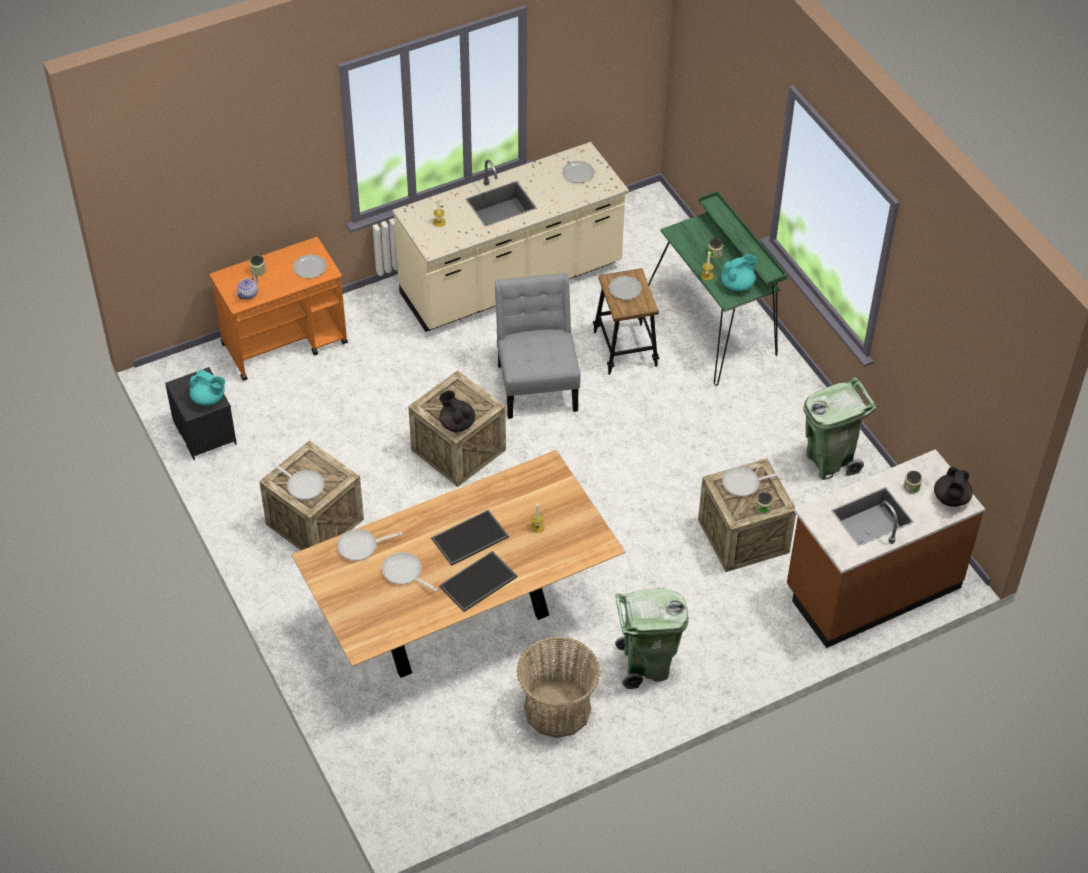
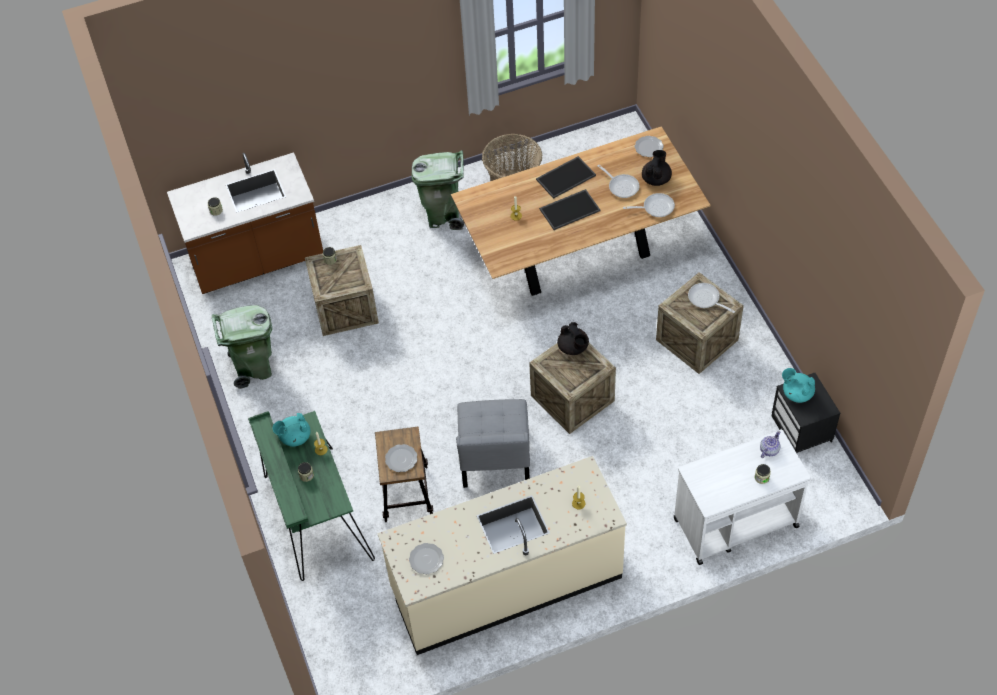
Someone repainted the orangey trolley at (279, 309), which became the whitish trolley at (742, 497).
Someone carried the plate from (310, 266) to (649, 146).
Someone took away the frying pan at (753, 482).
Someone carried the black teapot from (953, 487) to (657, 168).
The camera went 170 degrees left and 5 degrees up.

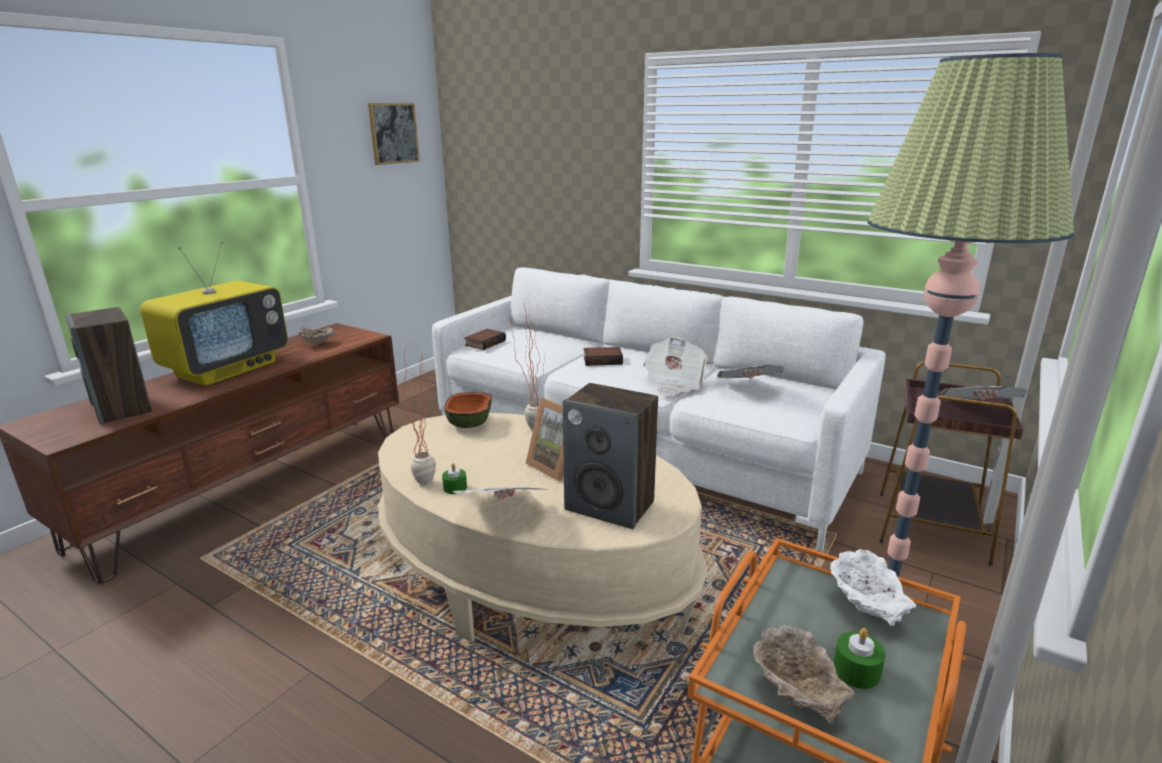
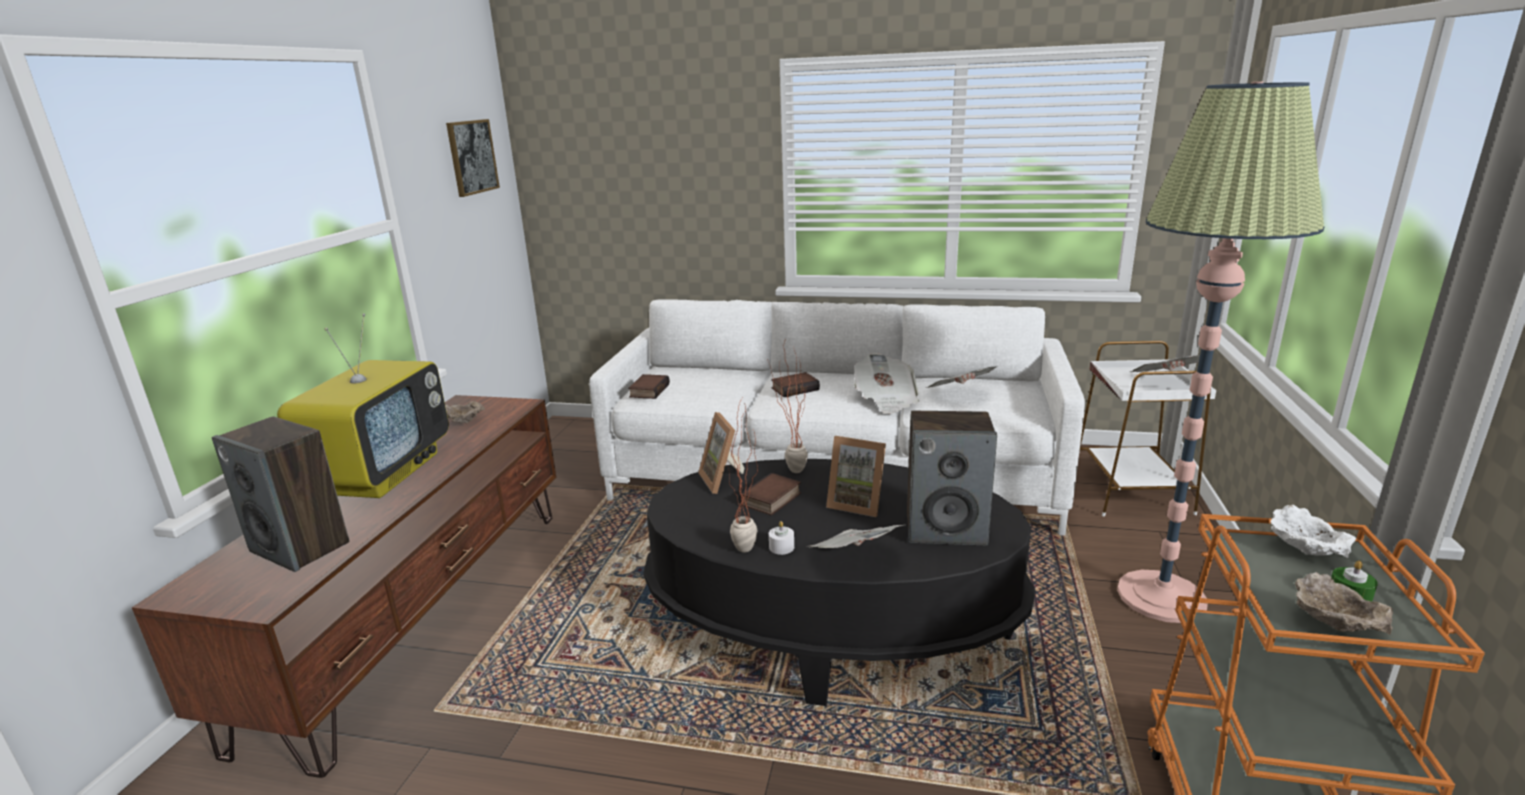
Someone repainted the sand-coloured lounge table at (543, 527), which became the black lounge table at (839, 582).
Someone repainted the green-coloured wax light at (454, 478), which became the whitish wax light at (781, 538).
Someone swapped the deep dish at (468, 410) for the photo frame at (721, 453).
Someone repainted the brownish side table at (951, 463), which became the whitish side table at (1147, 428).
Someone put down the bound book at (770, 494).
The camera went 20 degrees left and 0 degrees up.

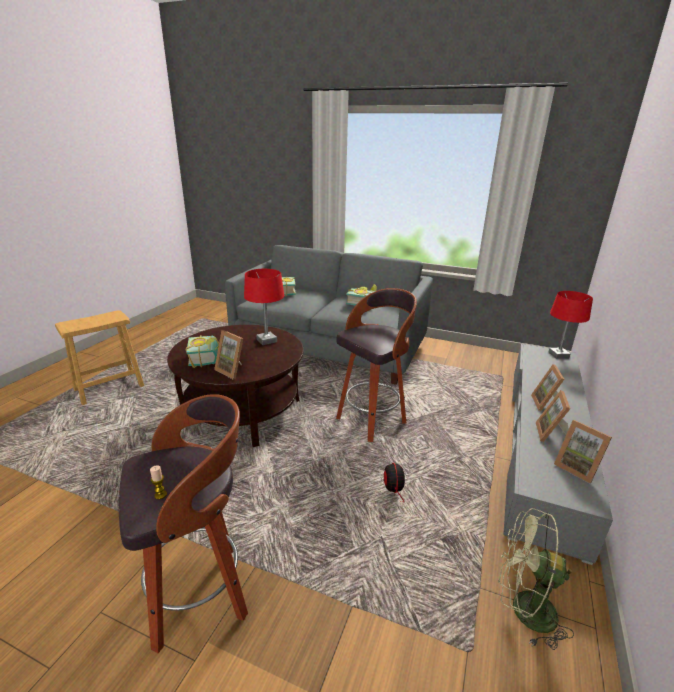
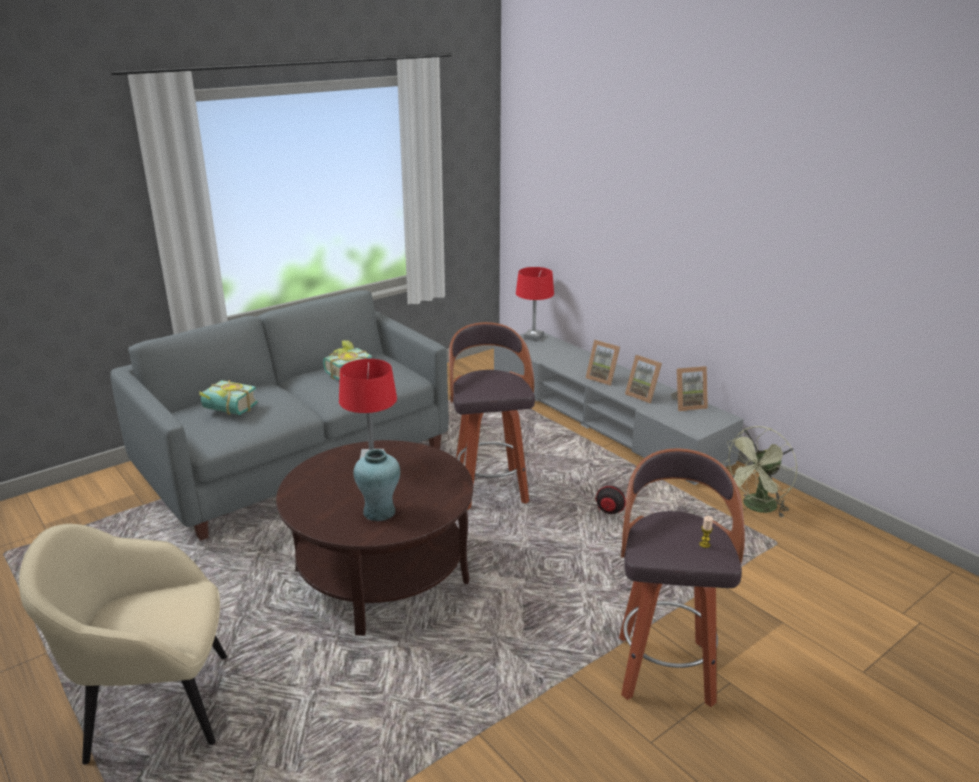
Someone swapped the brownish sitting stool at (99, 357) for the sand-coloured armchair at (123, 644).
Someone swapped the bound book at (202, 351) for the turquoise decorative vase at (376, 485).
Someone took away the photo frame at (228, 354).
The camera went 60 degrees left and 0 degrees up.

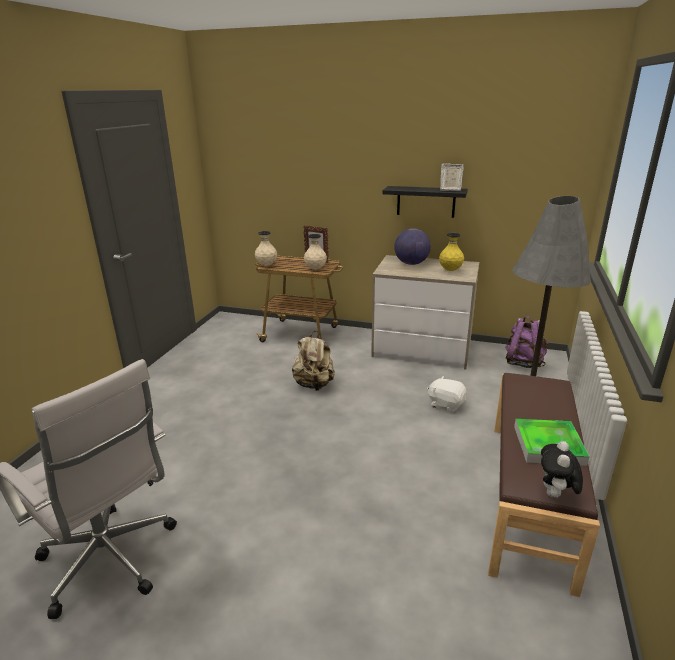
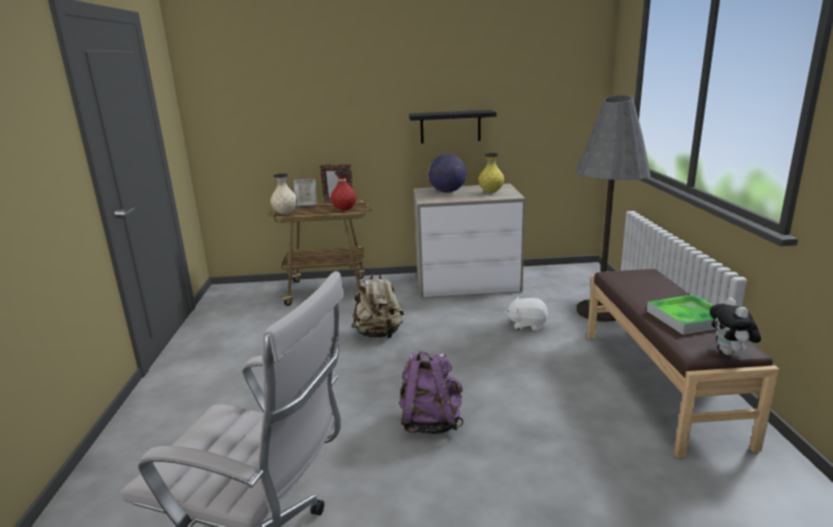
Someone repainted the sand-coloured decorative vase at (315, 252), which became the red-coloured decorative vase at (344, 190).
Someone carried the photo frame from (452, 177) to (304, 193).
Someone carried the purple-coloured knapsack from (526, 342) to (431, 392).
The camera went 20 degrees left and 5 degrees down.

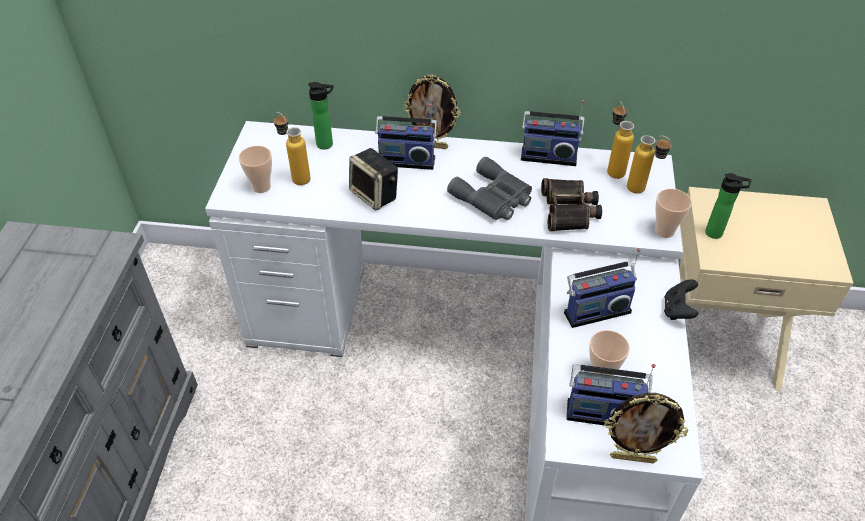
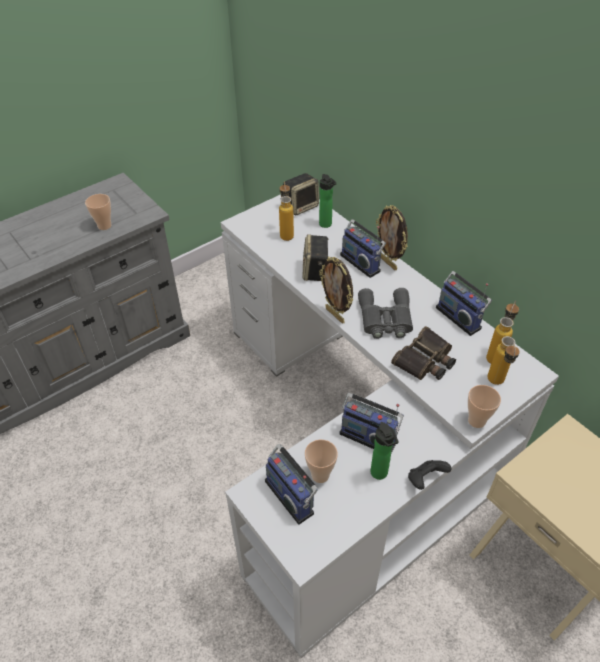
Someone carried the small cup from (255, 169) to (98, 212).
Someone carried the photo frame from (646, 428) to (336, 290).
Someone carried the drink bottle from (728, 206) to (384, 451).
Someone put down the speaker at (301, 194).
The camera went 45 degrees right and 0 degrees up.

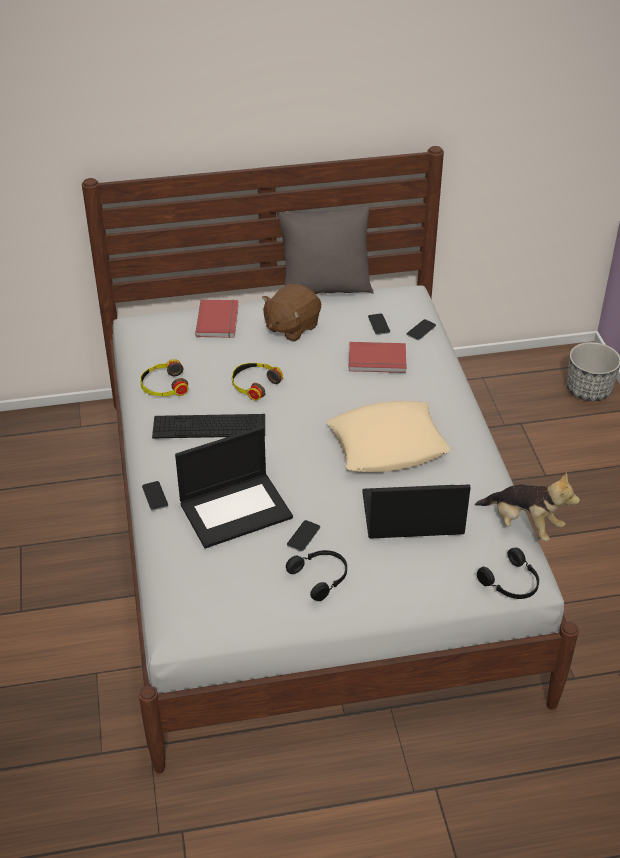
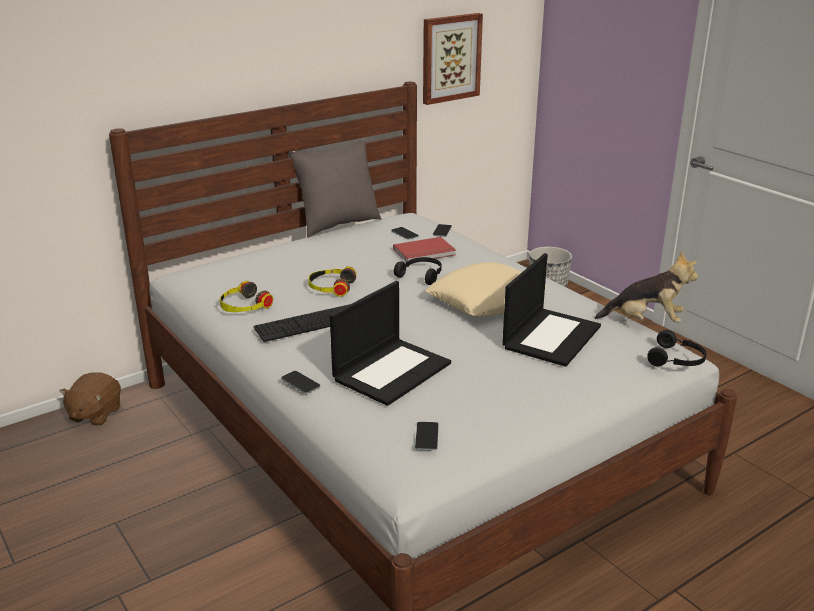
Someone took away the red-coloured bound book at (217, 319).
Someone carried the brownish soft toy from (291, 313) to (90, 399).
Someone carried the black headset from (316, 575) to (418, 271).
Someone carried the phone from (303, 536) to (427, 436).
Someone rotated the laptop at (416, 511) by 150 degrees clockwise.
Someone put up the picture at (453, 59).
The camera went 25 degrees left and 15 degrees down.

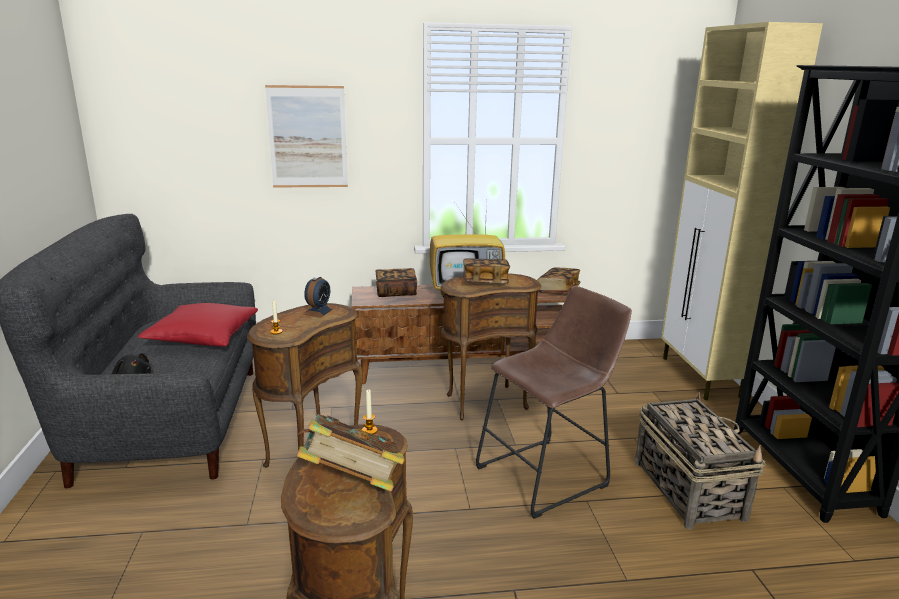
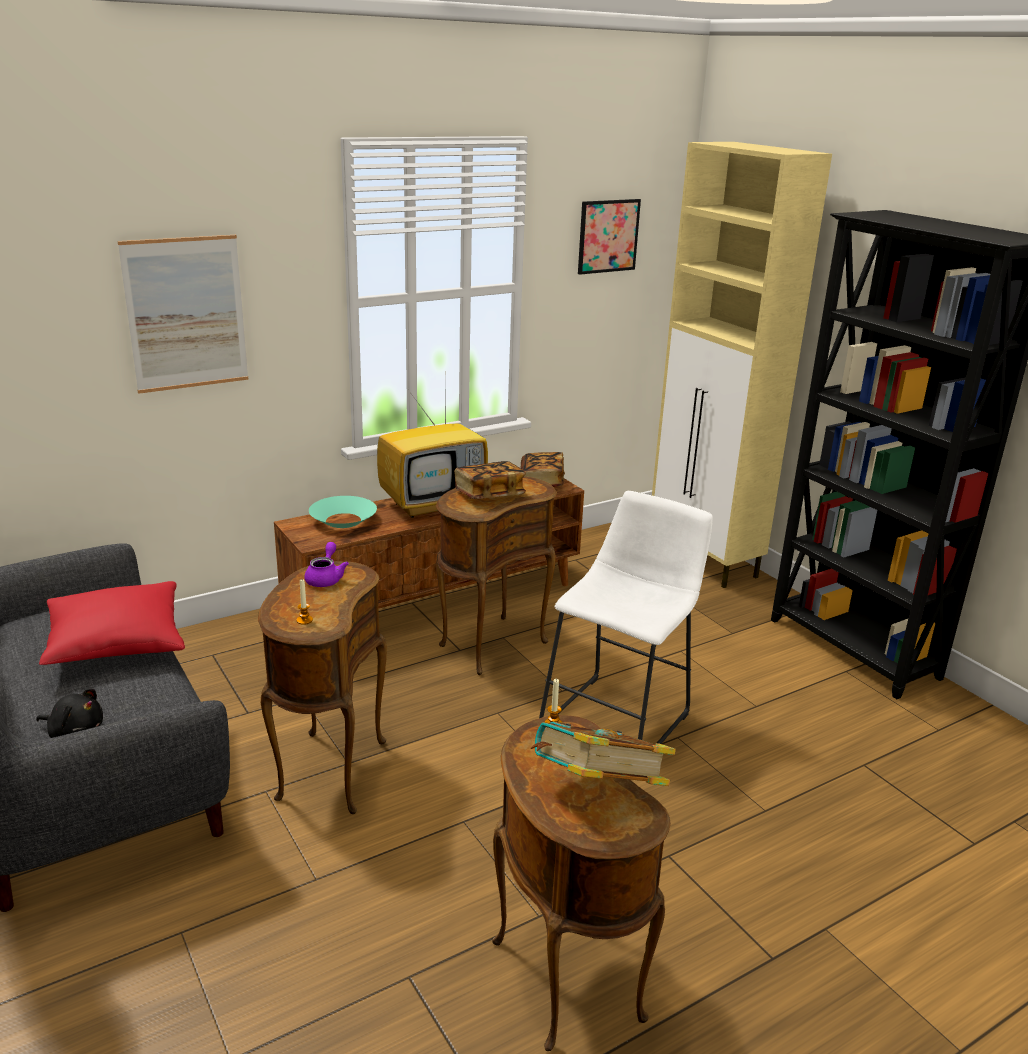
Someone swapped the table clock at (318, 297) for the purple-coloured teapot at (326, 564).
Someone swapped the bound book at (396, 282) for the turquoise deep dish at (343, 512).
Someone repainted the brownish sitting stool at (554, 402), which became the whitish sitting stool at (626, 617).
Someone took away the storage basket at (700, 460).
Someone put up the picture at (609, 237).
The camera went 25 degrees left and 5 degrees up.

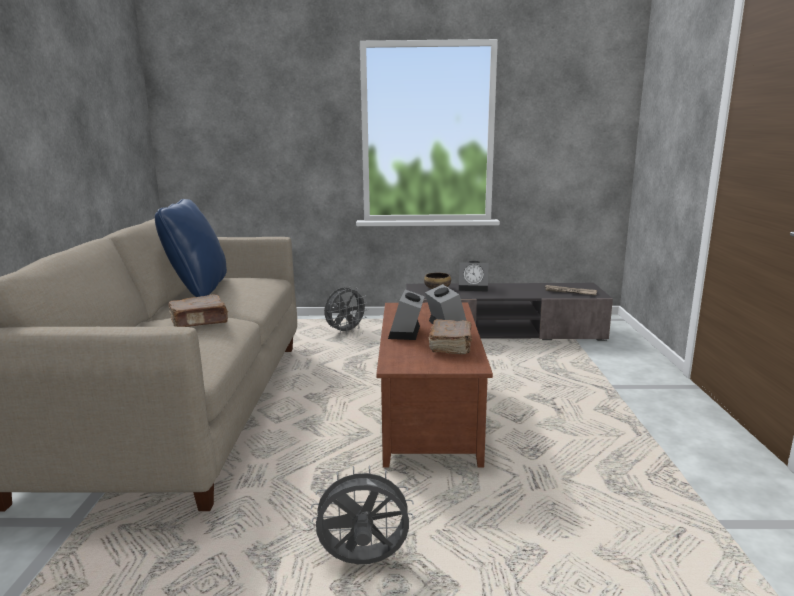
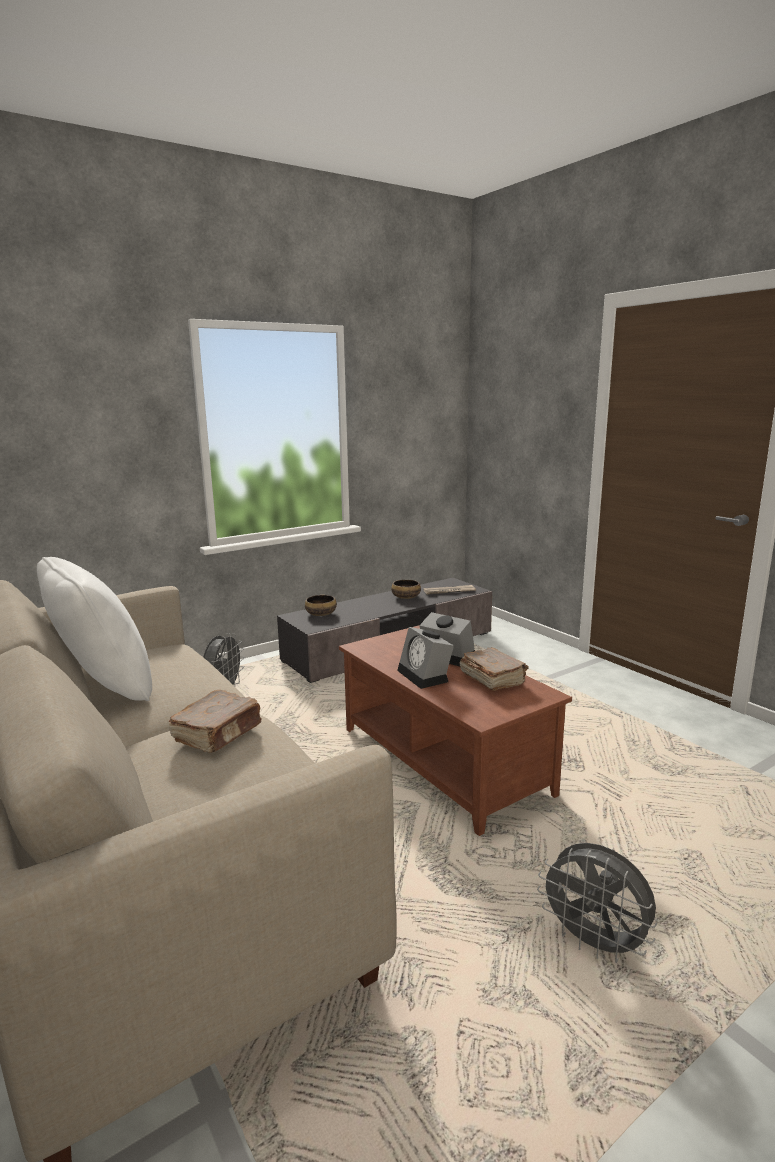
Someone repainted the bluish cushion at (191, 248), which became the whitish cushion at (94, 629).
Someone rotated the greyish cooling fan at (362, 514) by 105 degrees counterclockwise.
Someone took away the table clock at (474, 276).
Someone put down the deep dish at (406, 589).
The camera went 35 degrees left and 0 degrees up.

